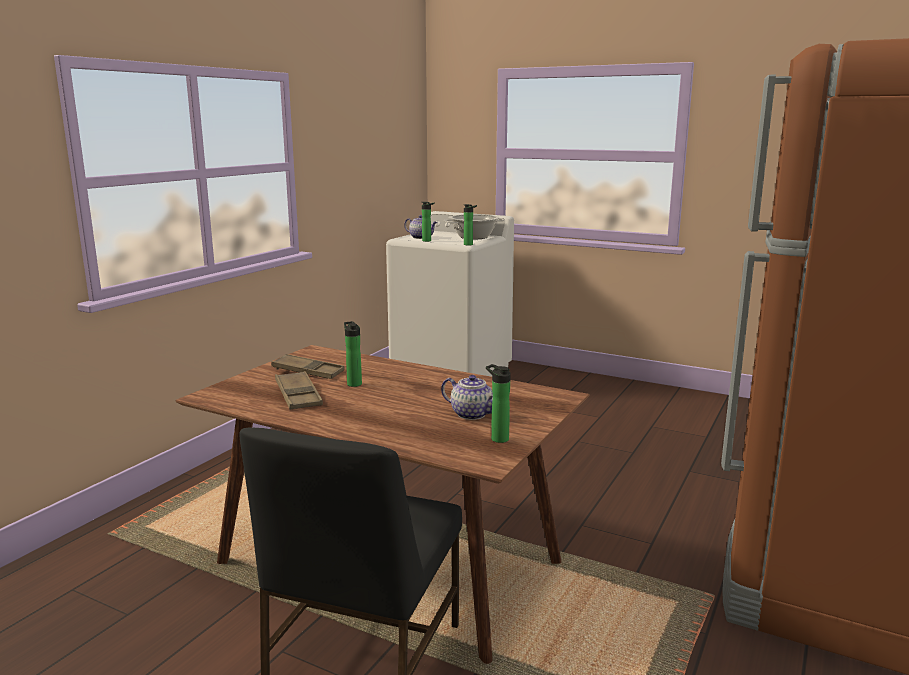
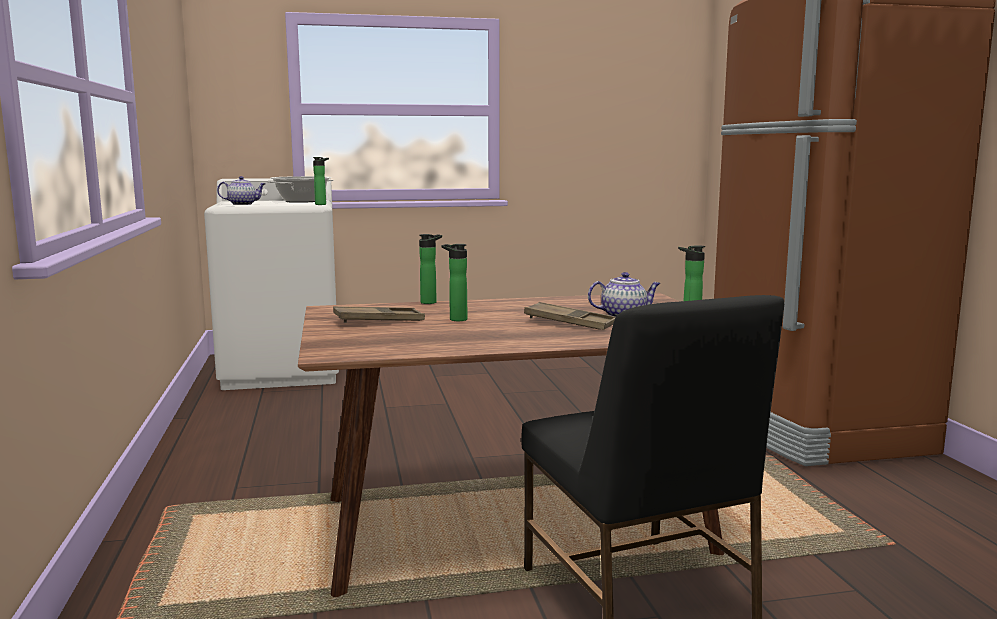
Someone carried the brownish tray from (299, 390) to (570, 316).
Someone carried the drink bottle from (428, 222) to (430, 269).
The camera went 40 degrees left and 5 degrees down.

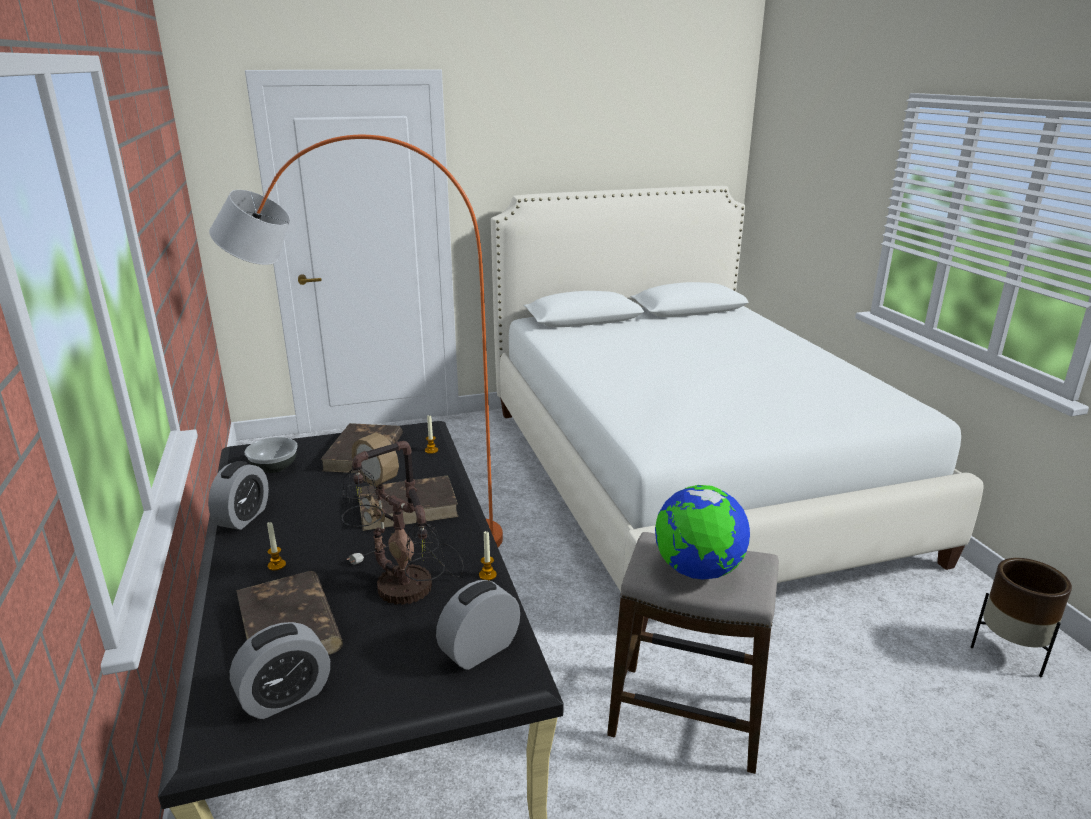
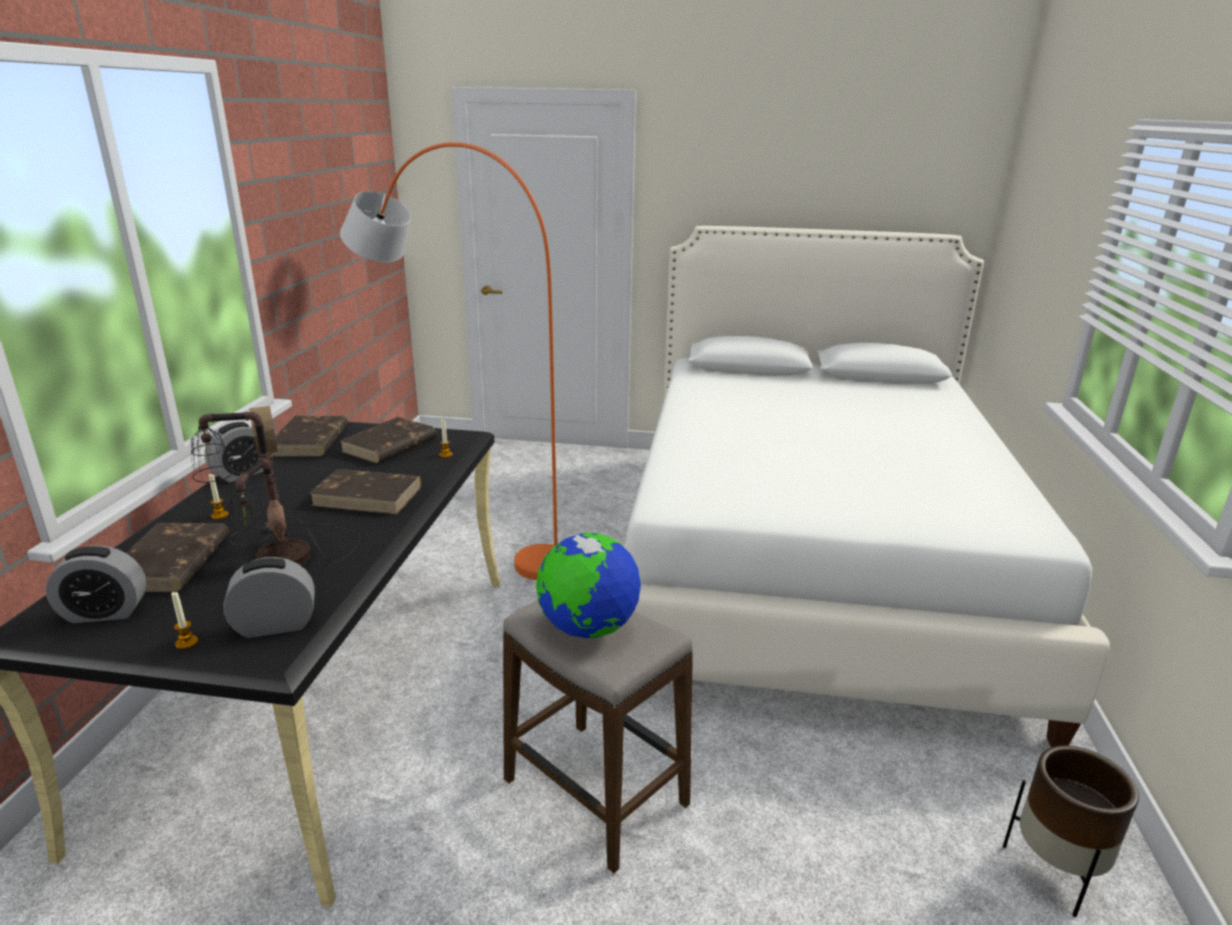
Someone swapped the deep dish at (271, 455) for the brownish bound book at (310, 436).
Someone carried the wax light from (488, 555) to (184, 620).
The camera went 25 degrees right and 0 degrees up.

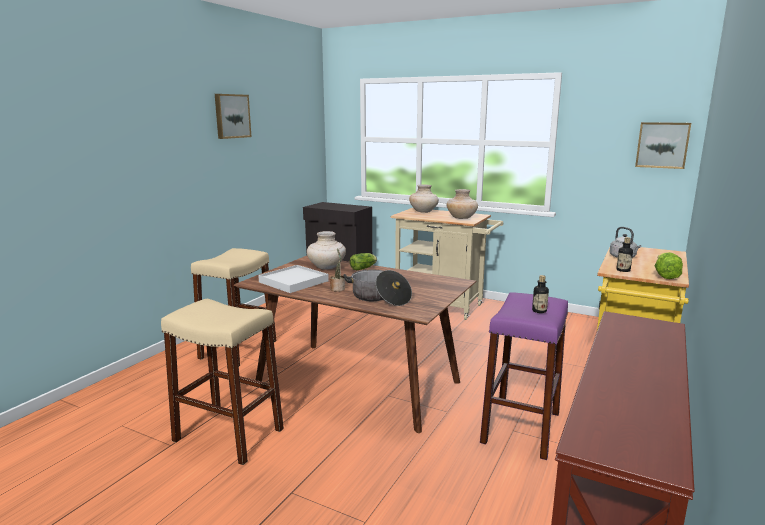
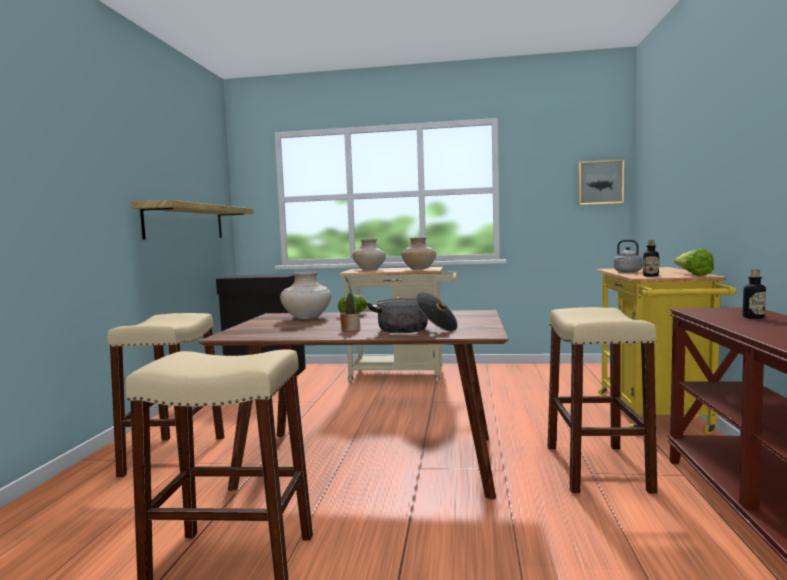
Someone took away the picture at (233, 116).
Someone took away the whitish tray at (293, 279).
Someone repainted the purple-coloured sitting stool at (524, 376), which became the sand-coloured sitting stool at (603, 400).
Someone carried the drink bottle from (540, 294) to (754, 294).
Someone put up the wall shelf at (192, 219).
The camera went 20 degrees left and 10 degrees down.

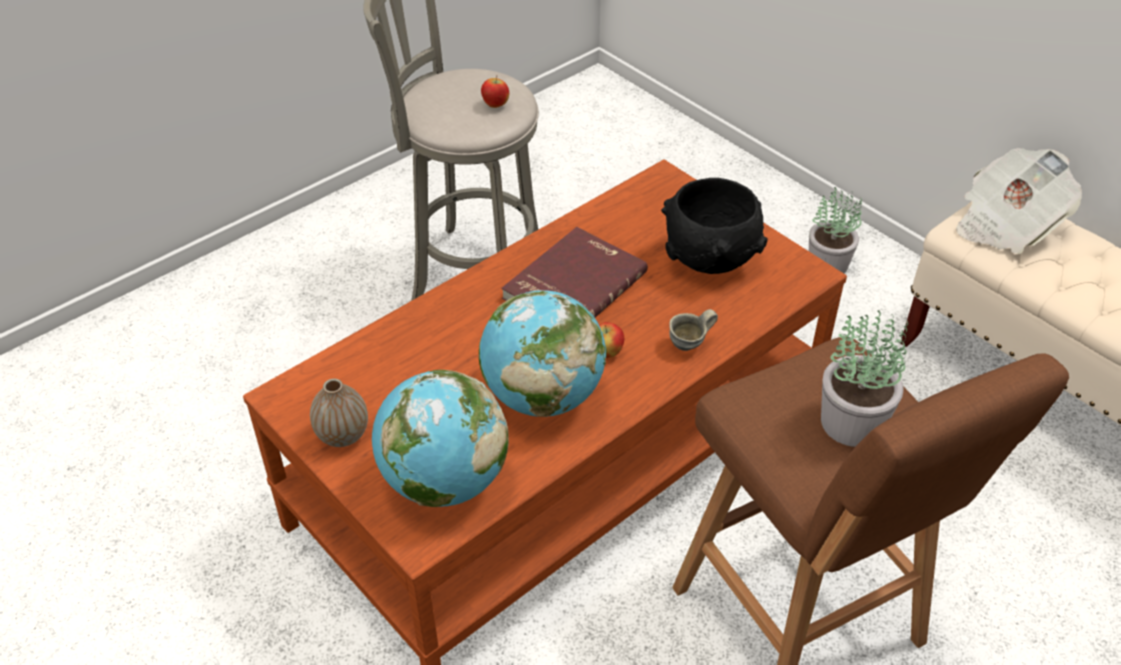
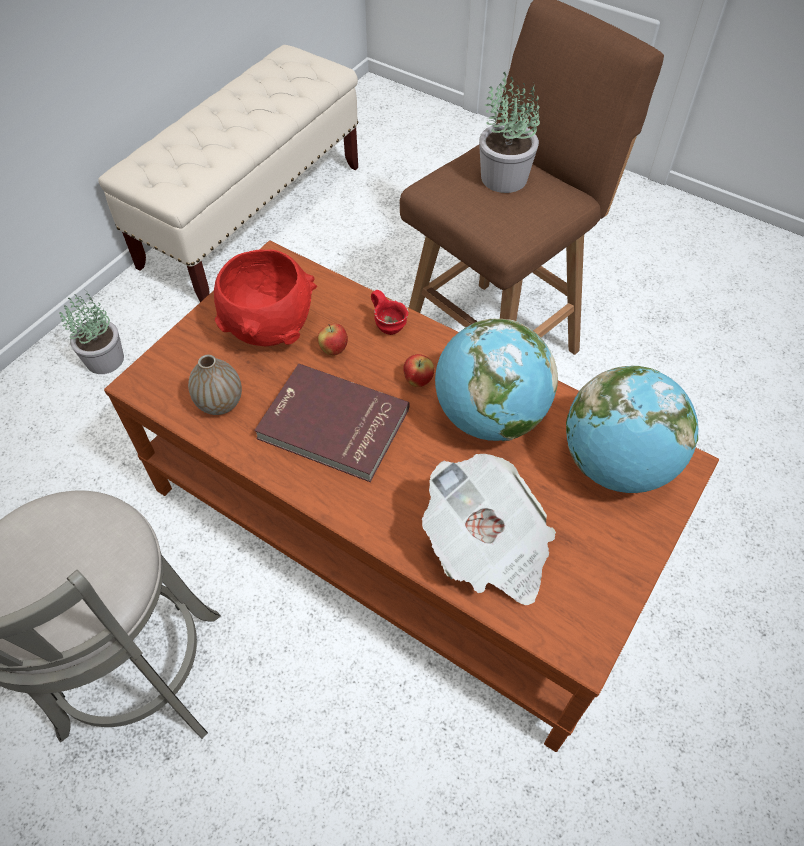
Someone carried the decorative vase from (339, 413) to (215, 384).
Someone carried the apple from (495, 91) to (333, 340).
Someone repainted the black deep dish at (714, 226), which became the red-coloured deep dish at (265, 297).
Someone repainted the greyish mug at (693, 330), which became the red-coloured mug at (390, 312).
Someone carried the printed paper from (1019, 201) to (489, 529).
The camera went 105 degrees left and 10 degrees up.

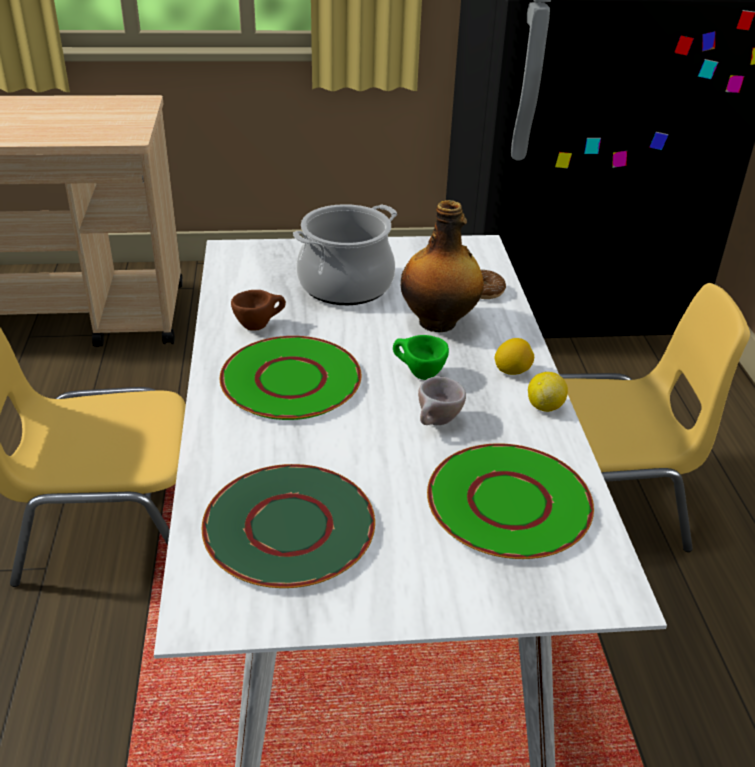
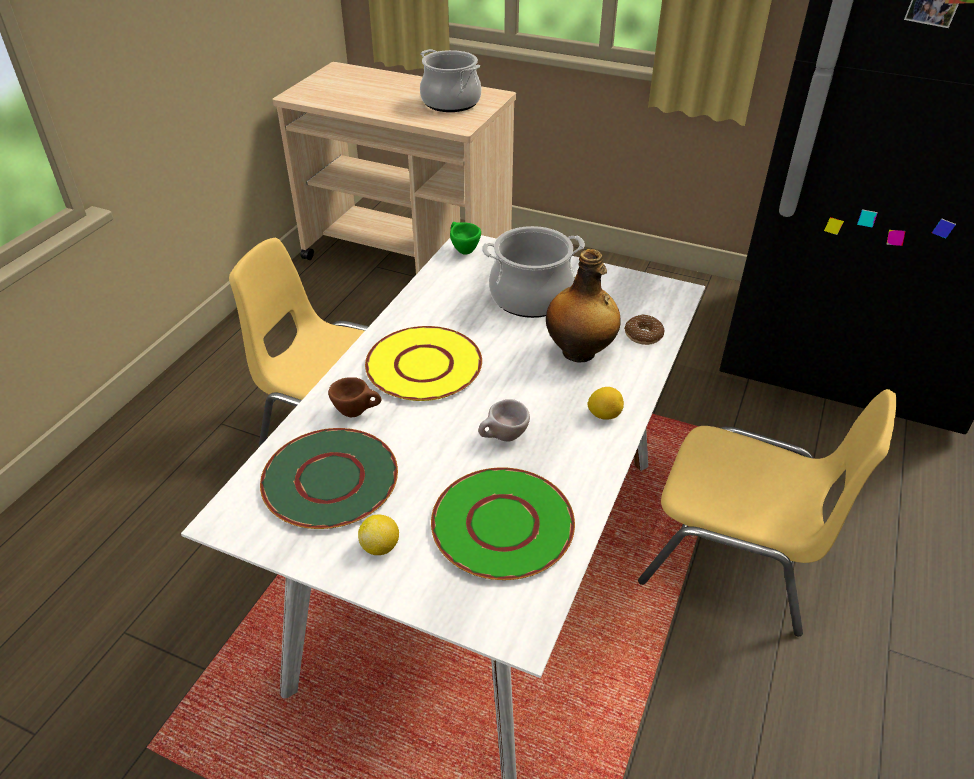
Someone repainted the green-coloured plate at (290, 378), which became the yellow-coloured plate at (423, 363).
Someone carried the brownish small cup from (258, 310) to (354, 397).
Someone carried the green-coloured small cup from (421, 357) to (465, 238).
Someone carried the lemon from (548, 392) to (378, 535).
Someone put down the stockpot at (450, 80).
The camera went 30 degrees right and 5 degrees up.

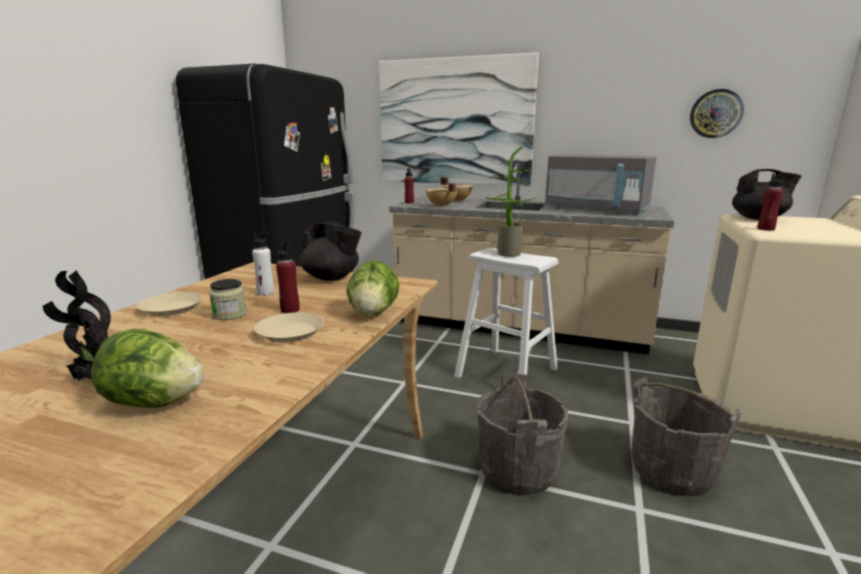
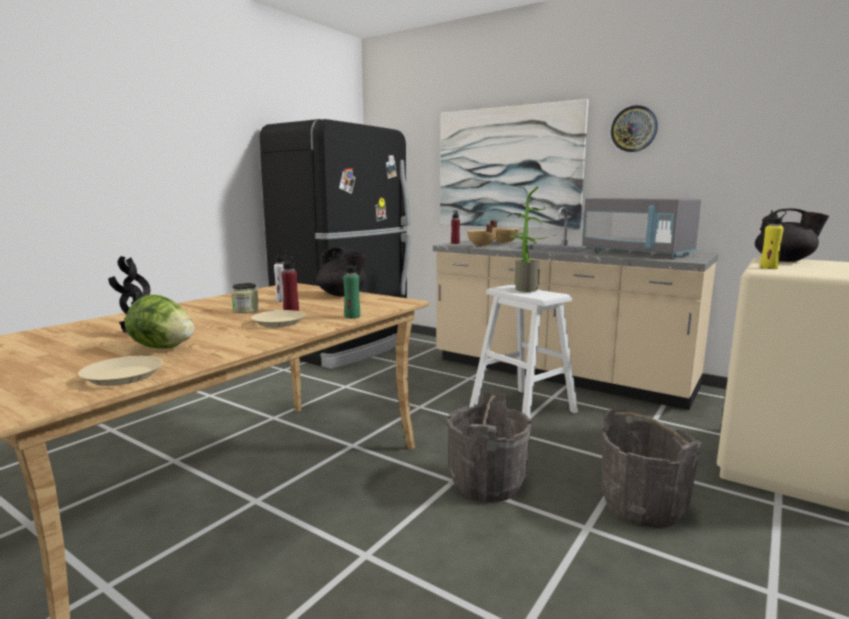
Someone carried the sand-coloured plate from (170, 304) to (120, 371).
Someone swapped the head of lettuce at (372, 288) for the green-coloured drink bottle at (351, 289).
Someone carried the hanging clock from (717, 113) to (634, 128).
Someone repainted the red-coloured drink bottle at (772, 202), which became the yellow-coloured drink bottle at (773, 239).
The camera went 15 degrees right and 5 degrees down.

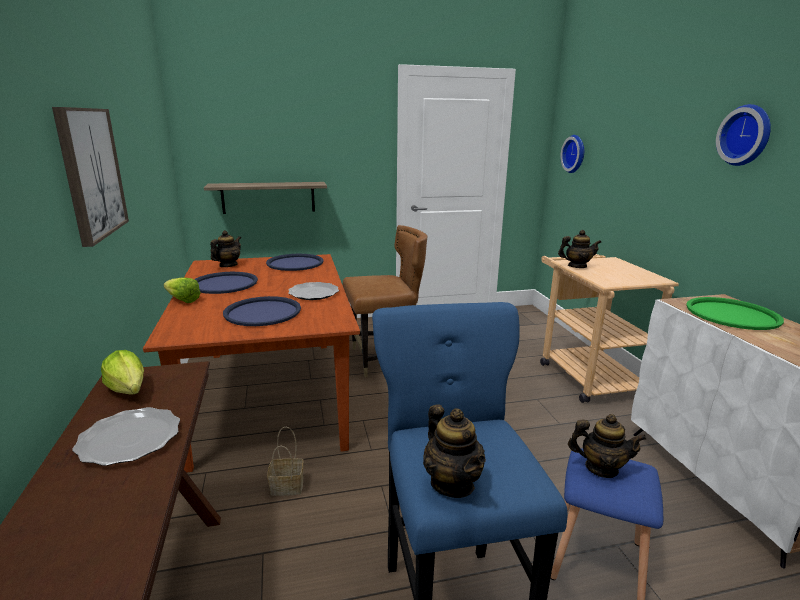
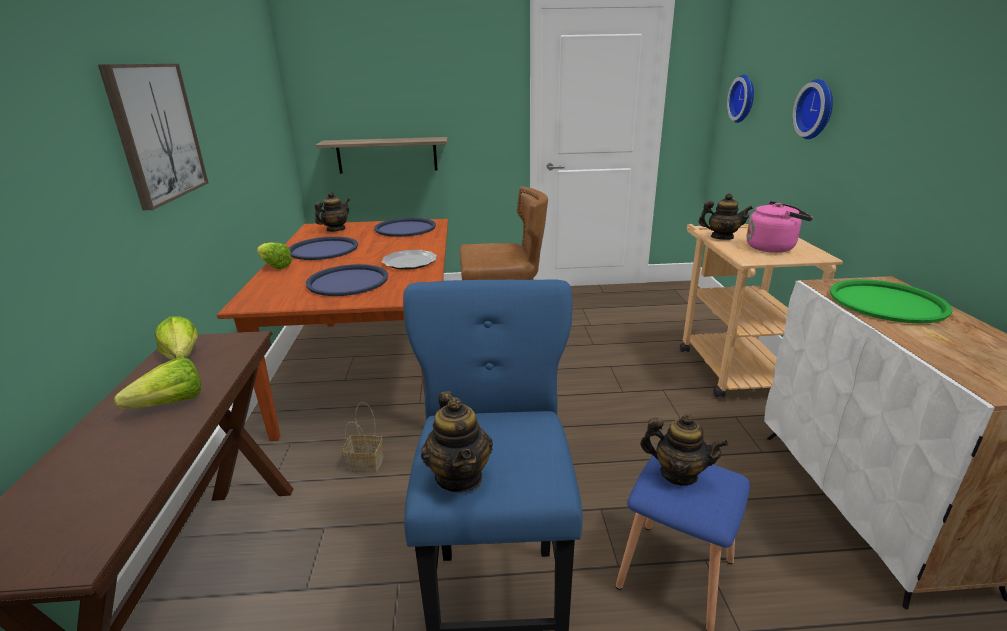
Someone swapped the plate at (126, 436) for the head of lettuce at (157, 383).
Someone carried the hanging clock from (743, 135) to (813, 109).
Someone put down the pink-coloured tea kettle at (779, 227).
The camera went 10 degrees right and 5 degrees up.

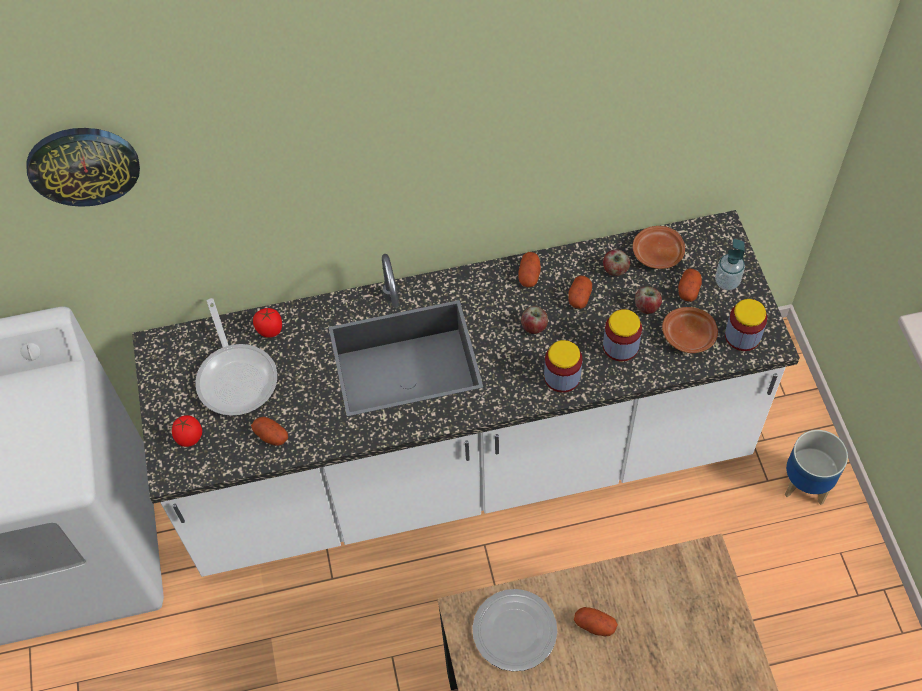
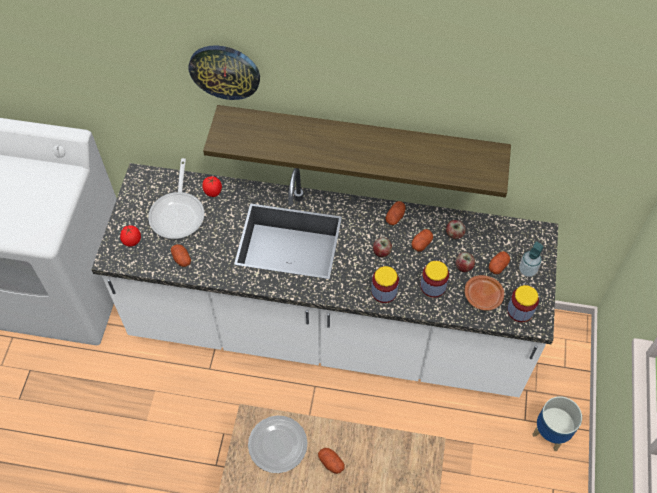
Someone carried the hanging clock from (83, 167) to (224, 72).
Someone took away the brownish plate at (659, 247).
Someone put up the wall shelf at (357, 151).
The camera went 20 degrees right and 0 degrees up.

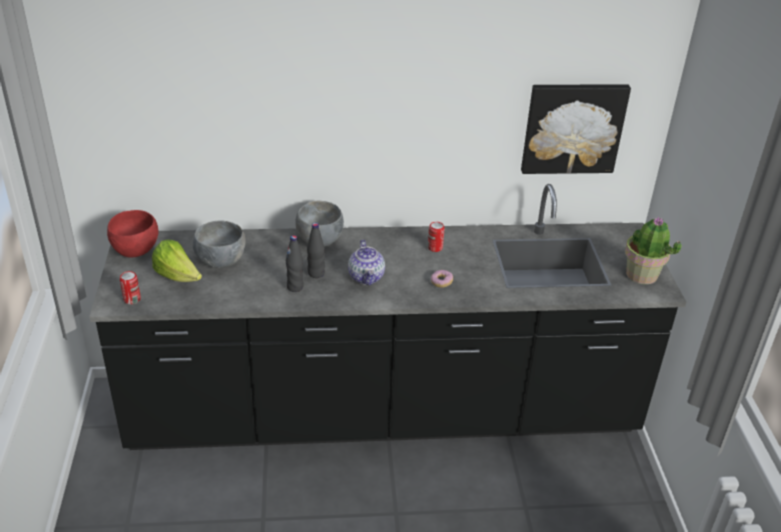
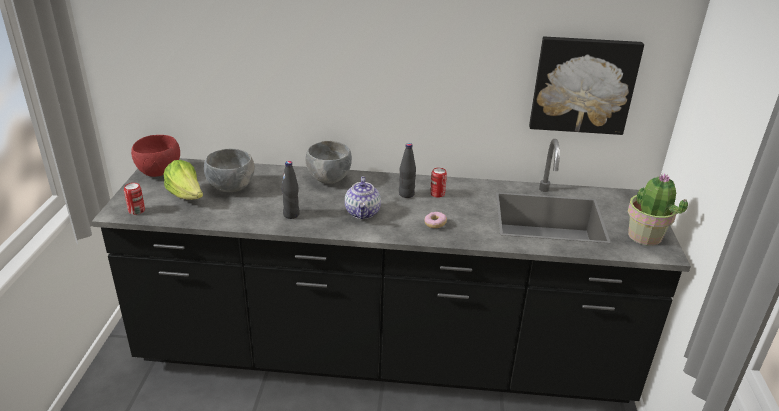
Someone carried the black drink bottle from (316, 250) to (407, 170).
The camera went 10 degrees right and 5 degrees down.

